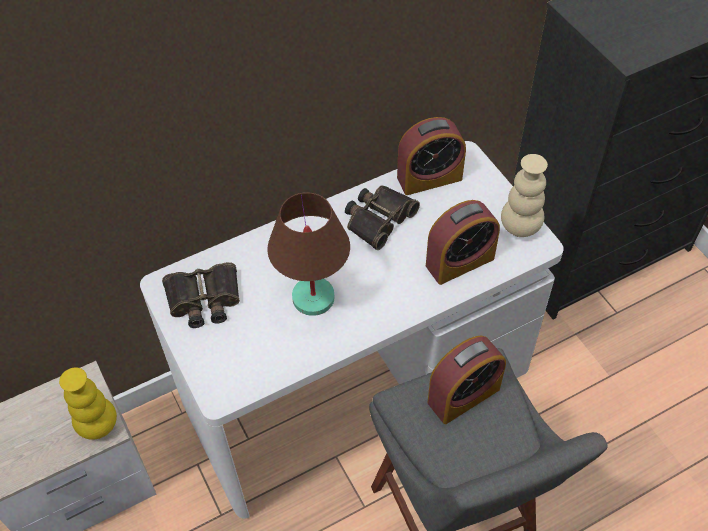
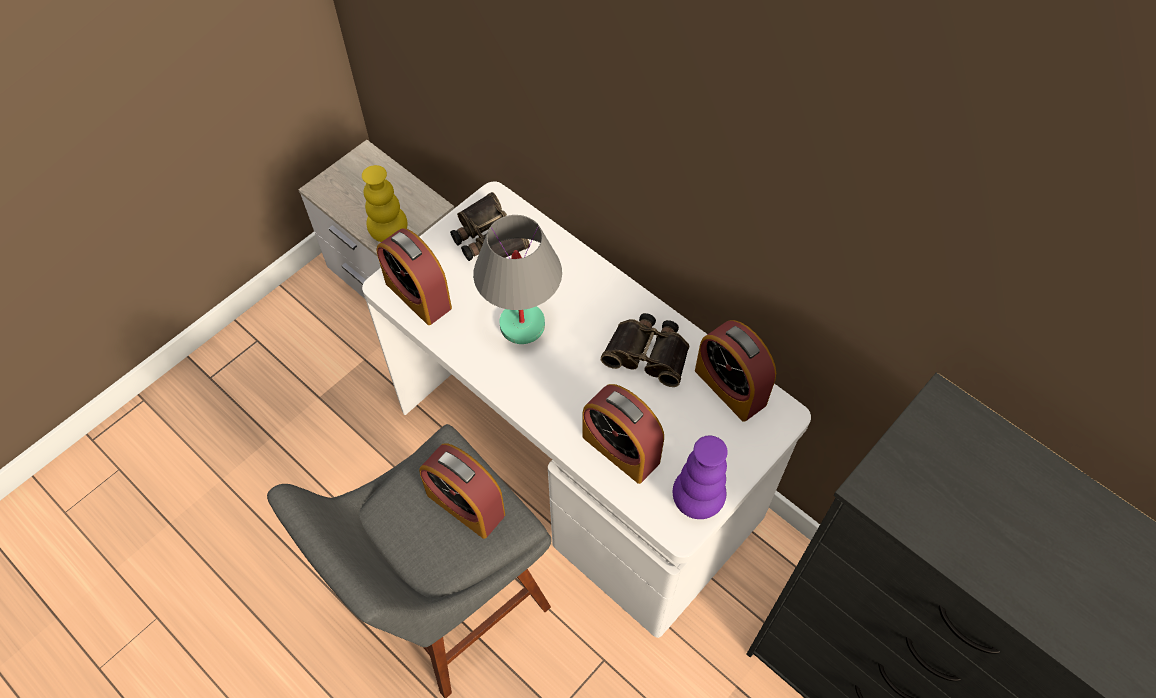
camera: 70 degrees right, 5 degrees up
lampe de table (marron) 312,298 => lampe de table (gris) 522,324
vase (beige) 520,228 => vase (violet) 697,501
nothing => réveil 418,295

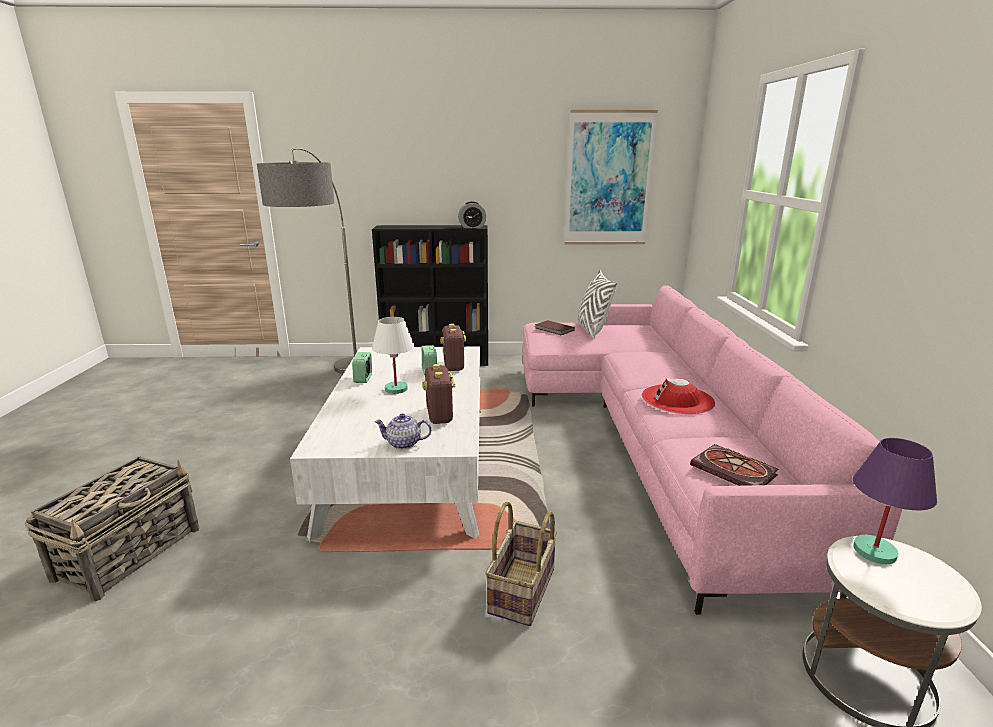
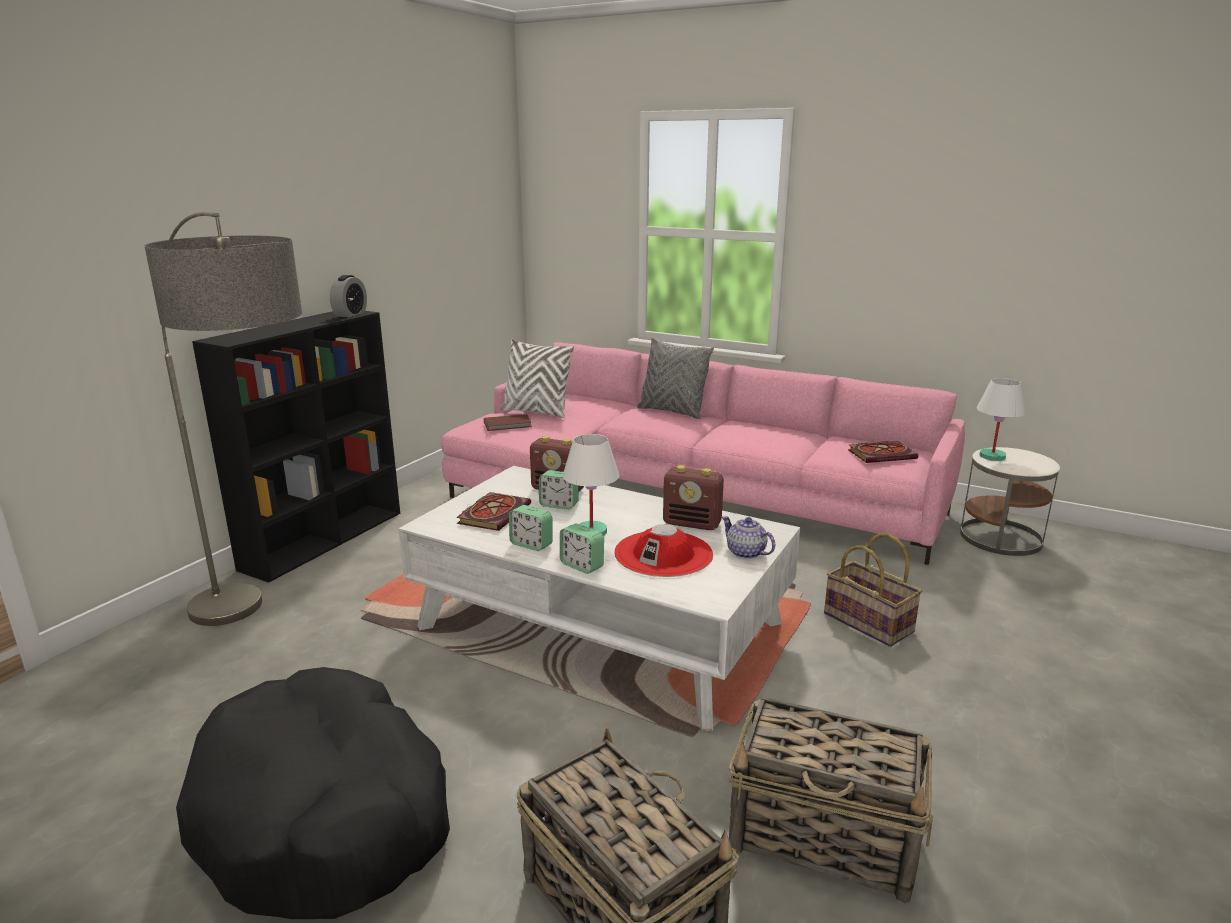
camera: 60 degrees left, 0 degrees up
théière 404,444 => théière 746,553, 105 degrees clockwise
tableau 608,179 => nothing
chapeau (rouge) 677,399 => chapeau (rouge) 663,554, shifted
lampe de table (violet) 874,551 => lampe de table (blanc) 991,456
nothing => panier pour chien (noir) 325,815
nothing => livre 494,513
nothing => réveil 582,565
nothing => coussin (gris) 672,411
nothing => panier 825,837

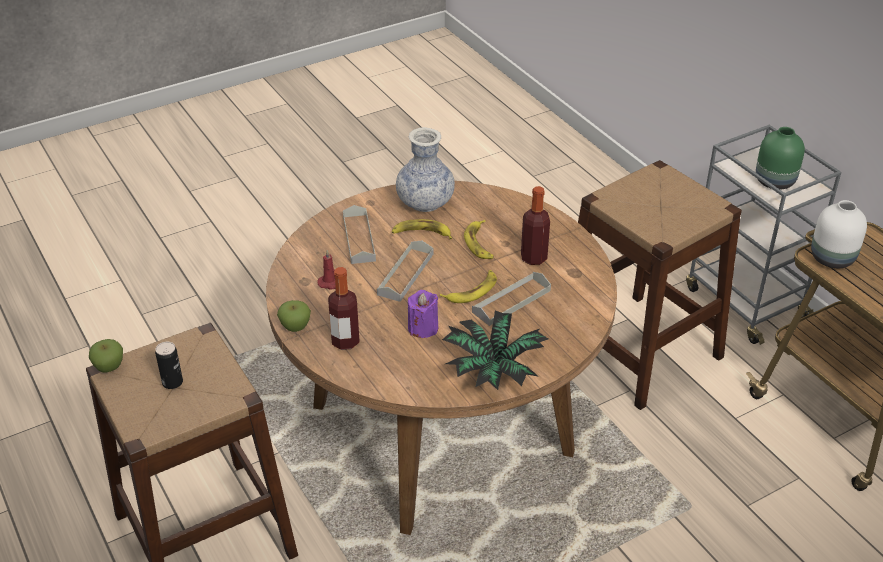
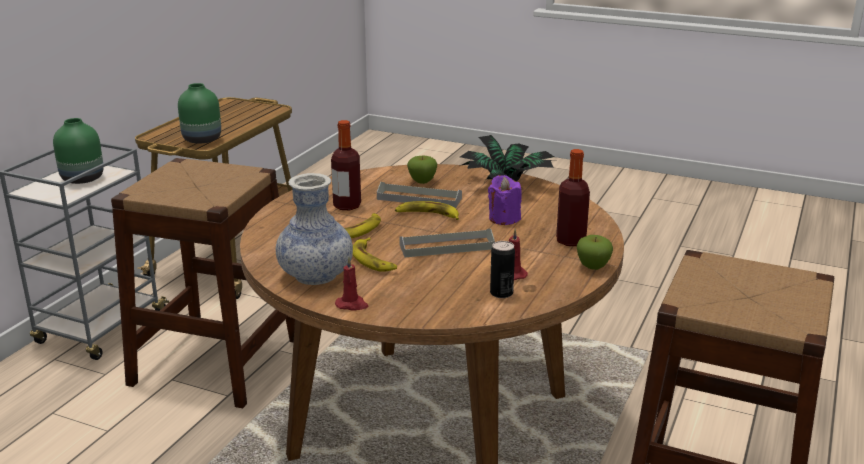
camera: 125 degrees left, 15 degrees down
pomme 109,367 => pomme 422,181, shifted
boîte métallique 172,382 => boîte métallique 501,293, shifted
plateau (gris) 359,238 => nothing
vase (blanc) 833,258 => vase (vert) 201,139
nothing => bougie (rouge) 352,305

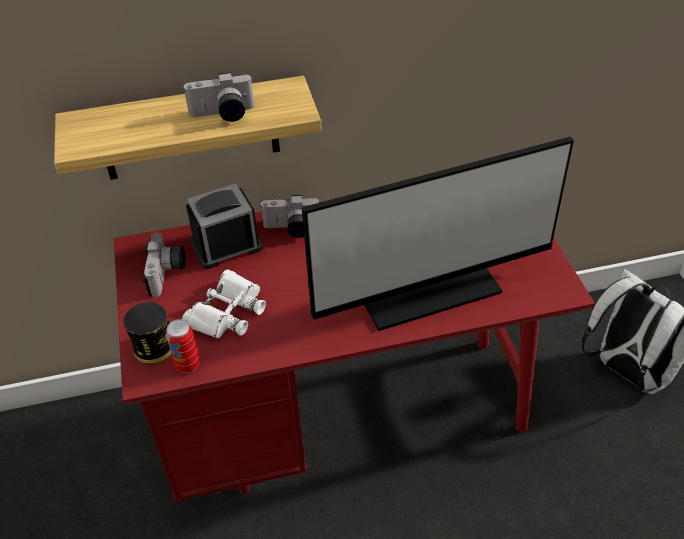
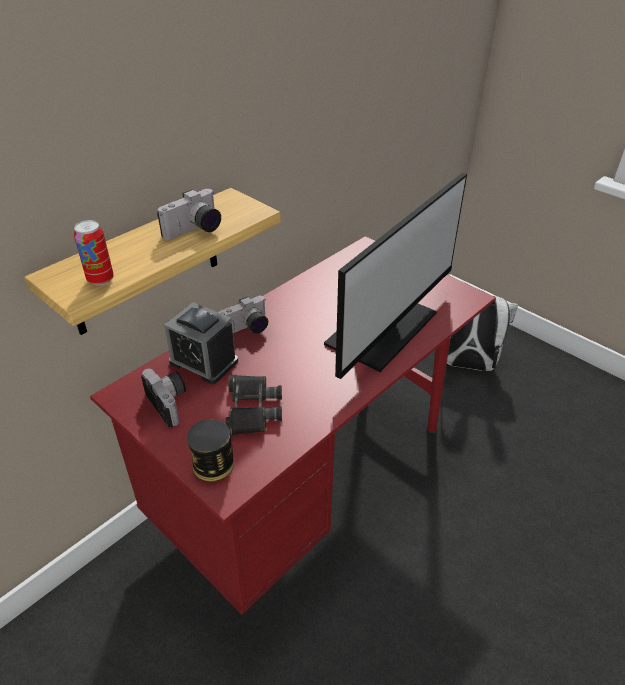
camera: 35 degrees left, 5 degrees down
boîte métallique 187,364 => boîte métallique 100,279, shifted
jumelles (blanc) 227,312 => jumelles (noir) 251,409
réveil 226,246 => réveil 203,362, 90 degrees counterclockwise

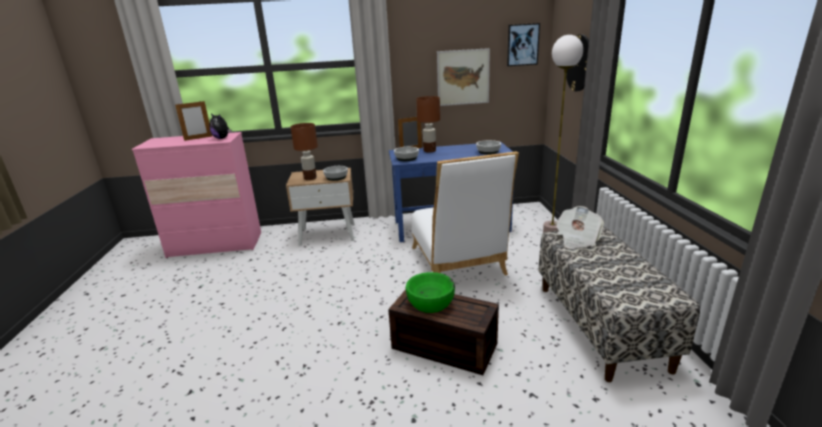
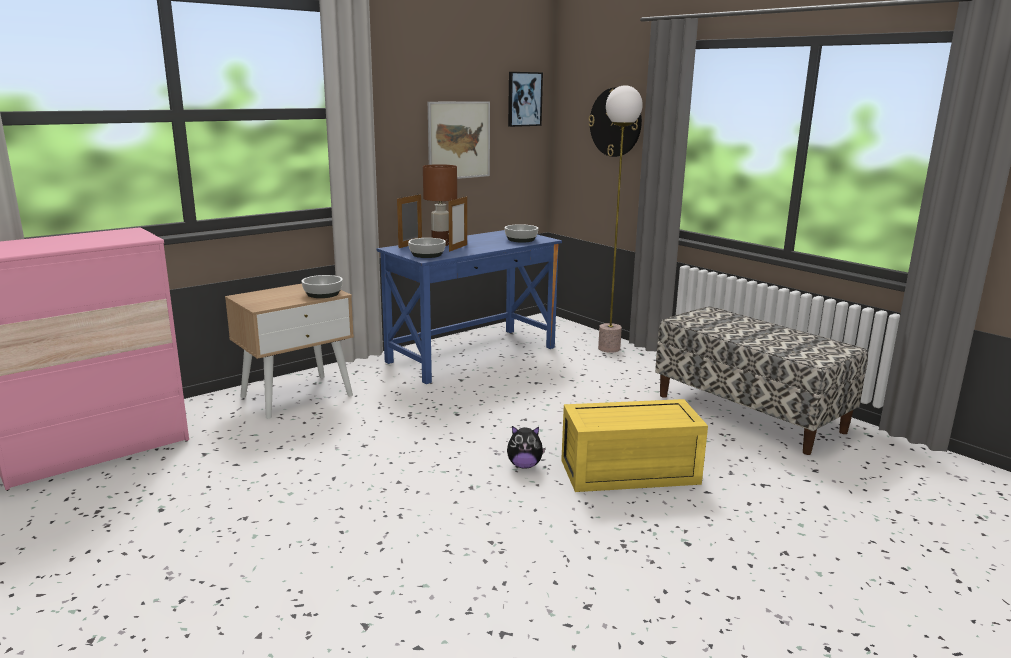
camera: 35 degrees left, 5 degrees down
cadre photo 198,138 => cadre photo 458,248, shifted
peluche 222,138 => peluche 524,465, shifted
lampe de table (marron) 310,178 => nothing
boîte de rangement (marron) 442,346 => boîte de rangement (jaune) 628,473
bol (vert) 430,302 => nothing
chaise (blanc) 459,264 => nothing
journal 577,239 => nothing

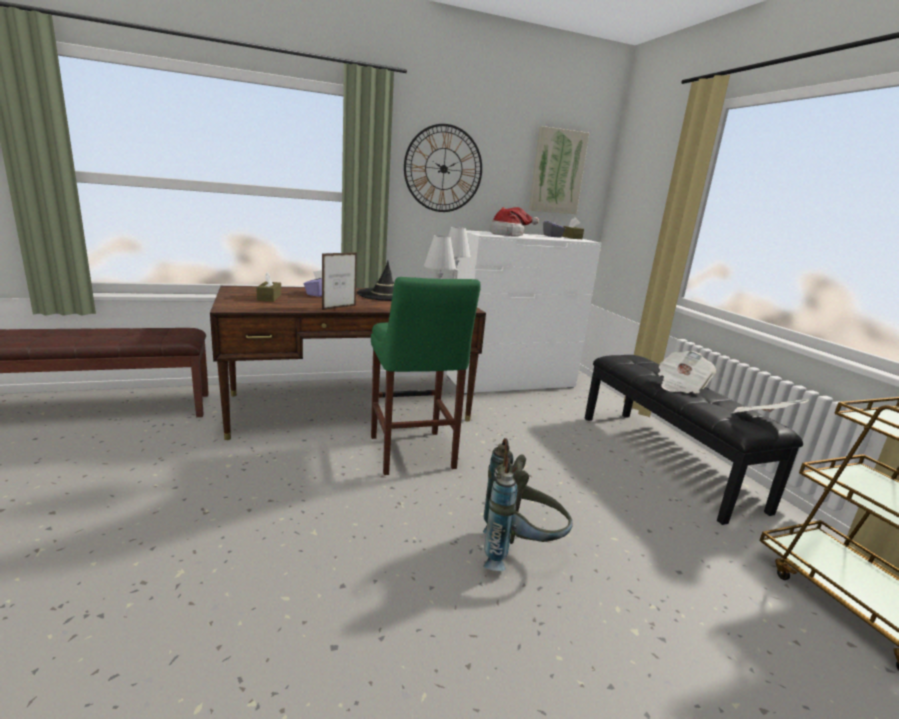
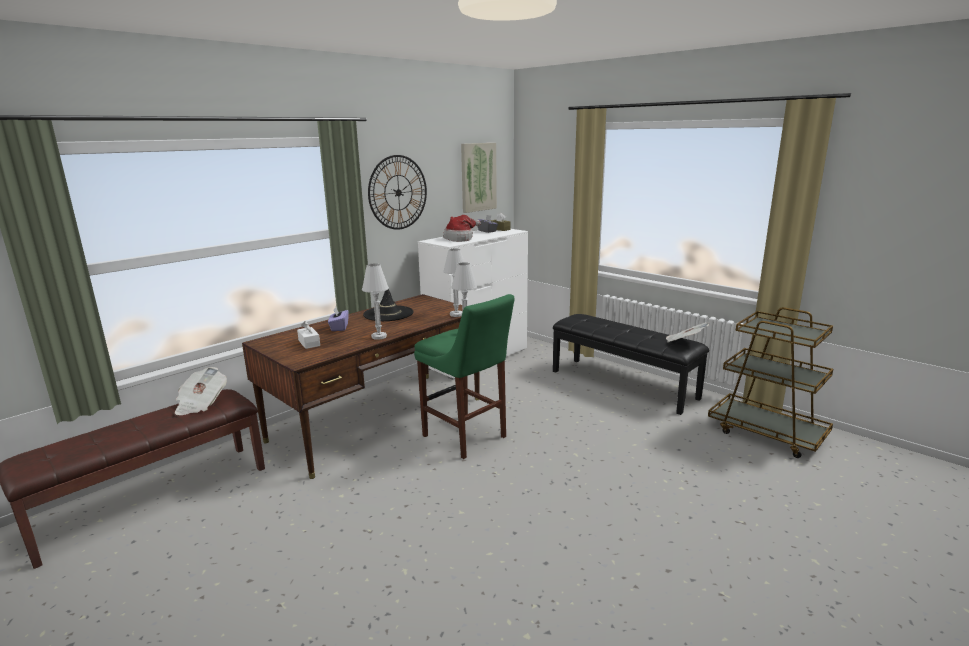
camera: 25 degrees left, 0 degrees up
boîte à mouchoirs (marron) 269,298 => boîte à mouchoirs (blanc) 309,343
cadre photo 339,307 => lampe de table (blanc) 379,336
sac à dos (gris) 519,552 => nothing
journal 680,386 => journal 201,404, shifted

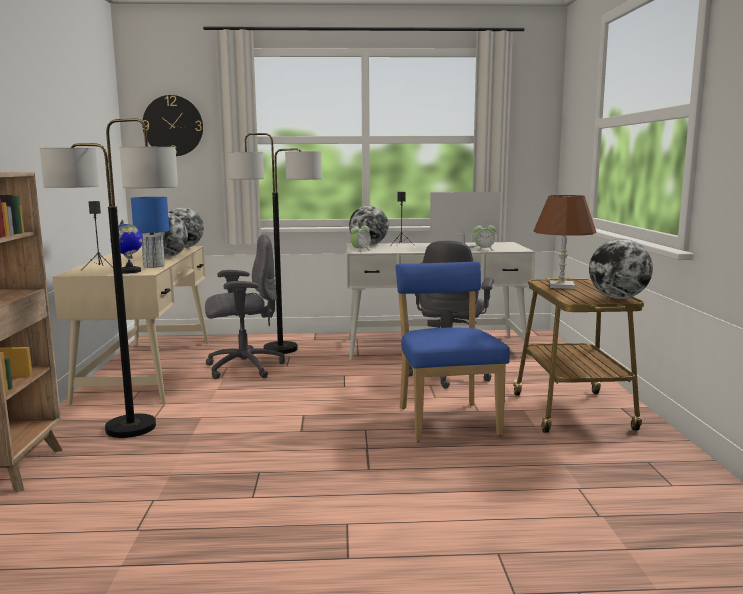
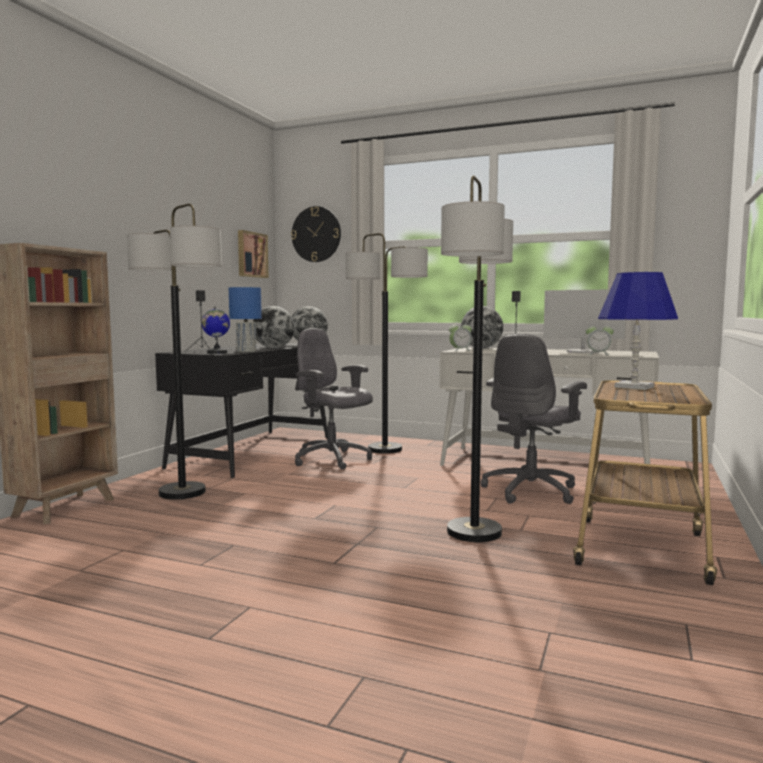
camera: 25 degrees right, 5 degrees down
bureau (beige) 148,369 => bureau (noir) 255,451
chaise de bureau (gris) 243,368 => chaise de bureau (gris) 332,460, 150 degrees counterclockwise
chaise (bleu) 446,419 => lampadaire 474,532
lampe de table (marron) 561,286 => lampe de table (bleu) 634,387
globe 618,298 => nothing
nothing => tableau 251,255

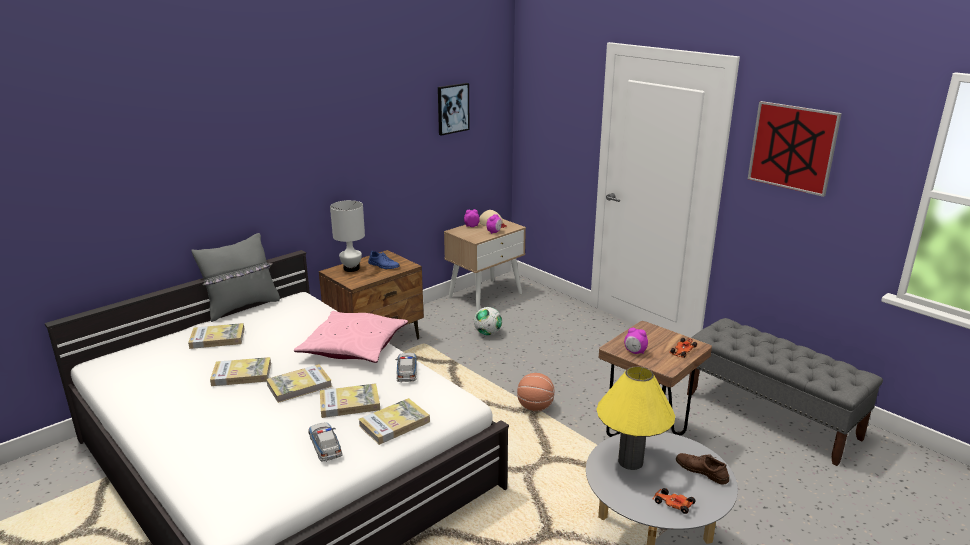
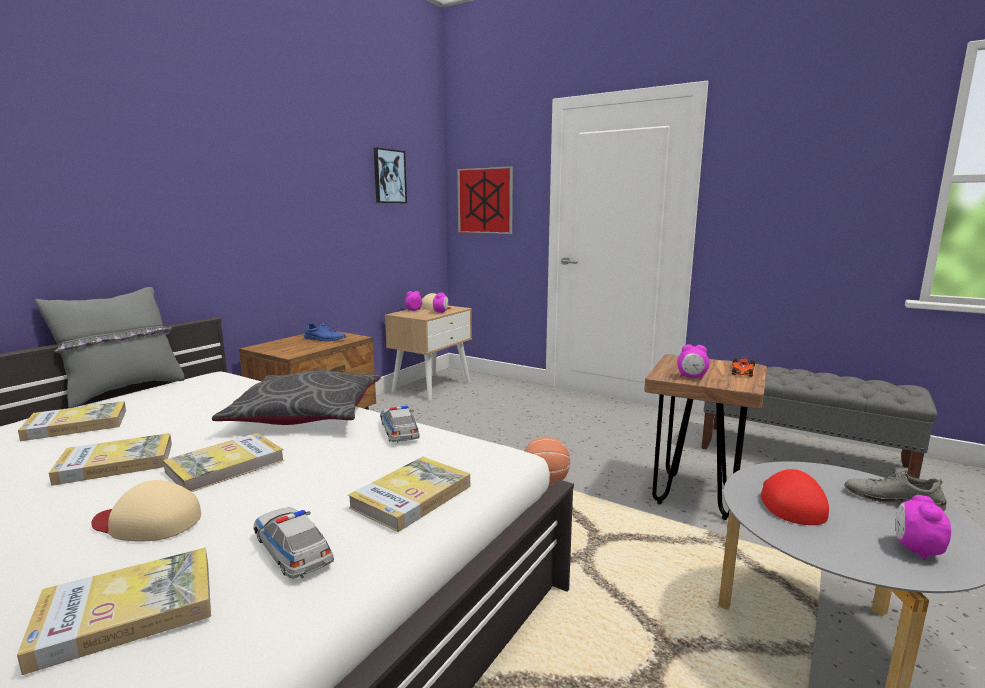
camera: 15 degrees left, 10 degrees down
coussin (rose) 354,347 => coussin (gris) 307,413
livre 349,403 => livre 127,611, shifted
lampe de table (blanc) 351,268 => nothing
ballon de foot 488,333 => nothing
lampe de table (jaune) 630,461 => casquette (rouge) 790,502
petite voiture 672,504 => réveil 916,550
chaussure (marron) 701,471 => chaussure (gris) 892,499
tableau 792,147 => tableau 485,200, shifted
nothing => casquette (beige) 148,522

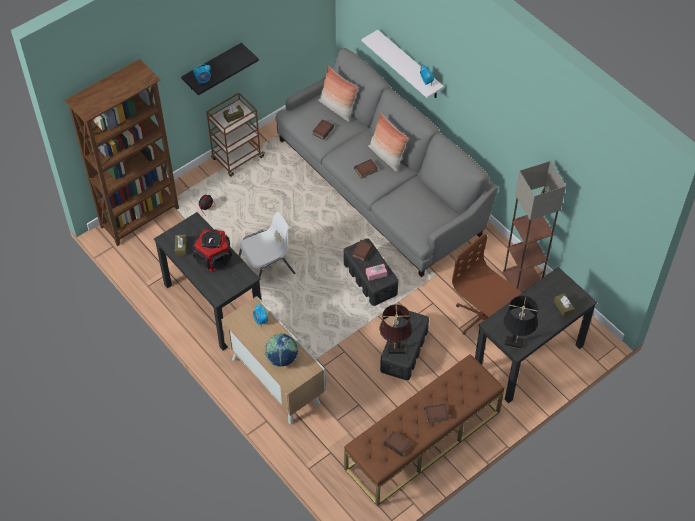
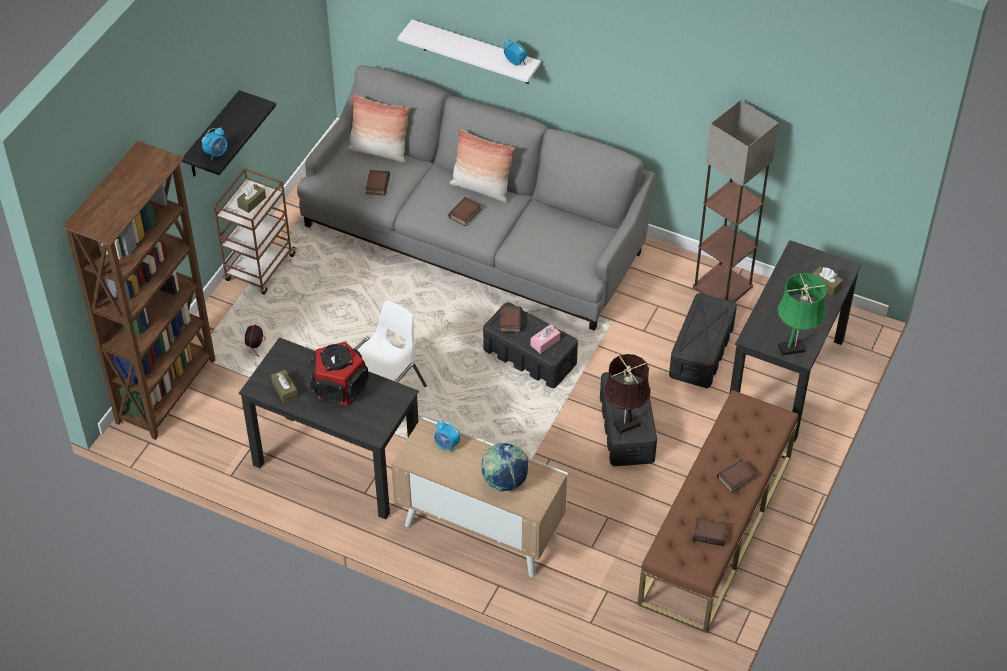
camera: 25 degrees left, 5 degrees down
chaise de bureau (marron) 483,317 => boîte de rangement (noir) 701,351
lampe de table (noir) 516,343 => lampe de table (vert) 794,348

